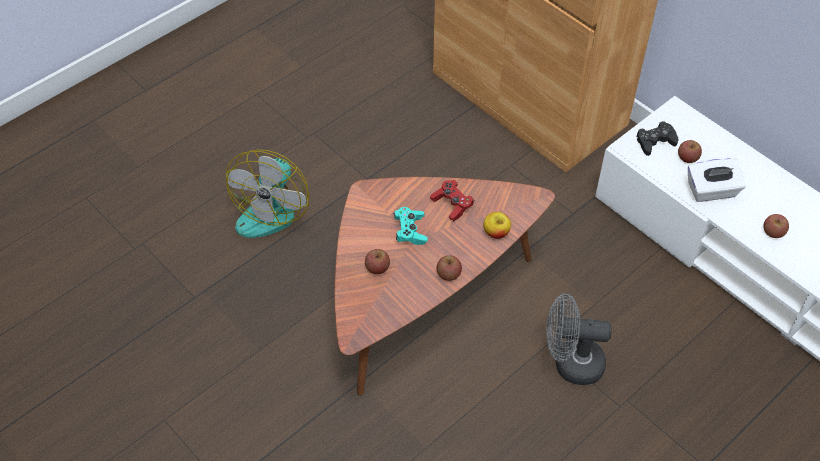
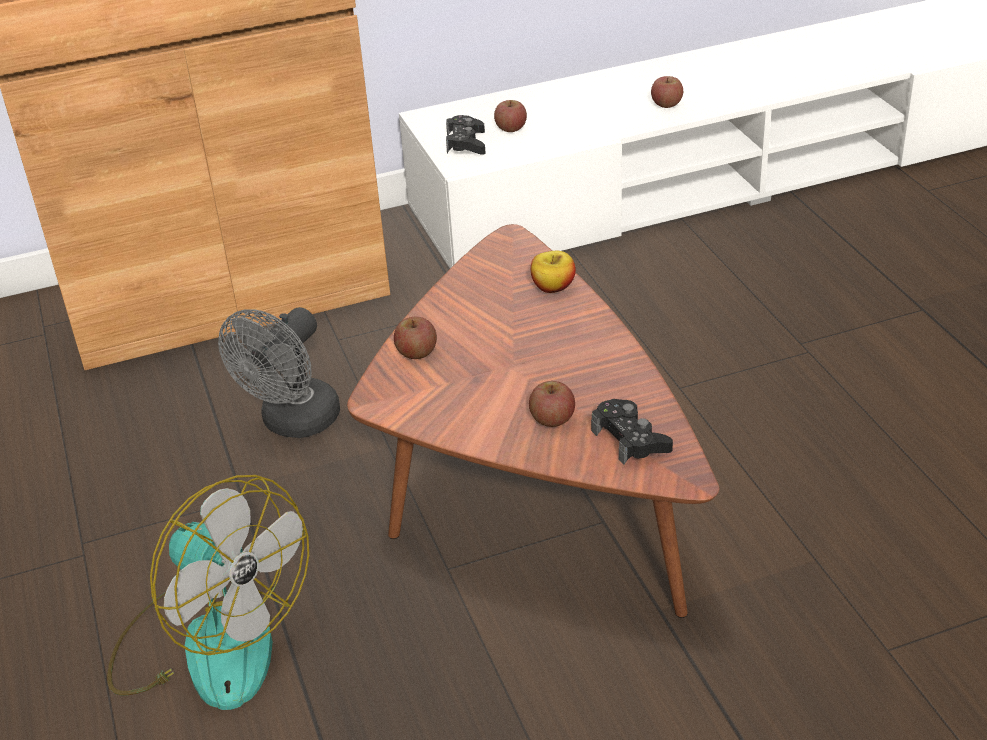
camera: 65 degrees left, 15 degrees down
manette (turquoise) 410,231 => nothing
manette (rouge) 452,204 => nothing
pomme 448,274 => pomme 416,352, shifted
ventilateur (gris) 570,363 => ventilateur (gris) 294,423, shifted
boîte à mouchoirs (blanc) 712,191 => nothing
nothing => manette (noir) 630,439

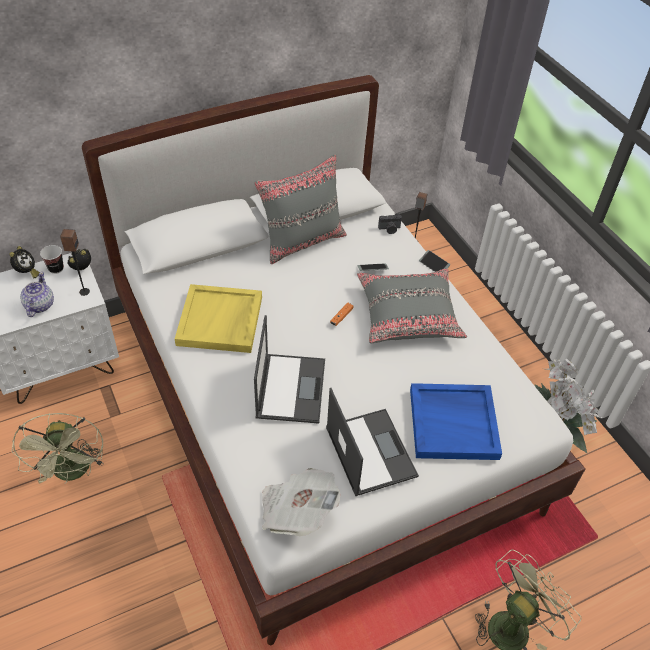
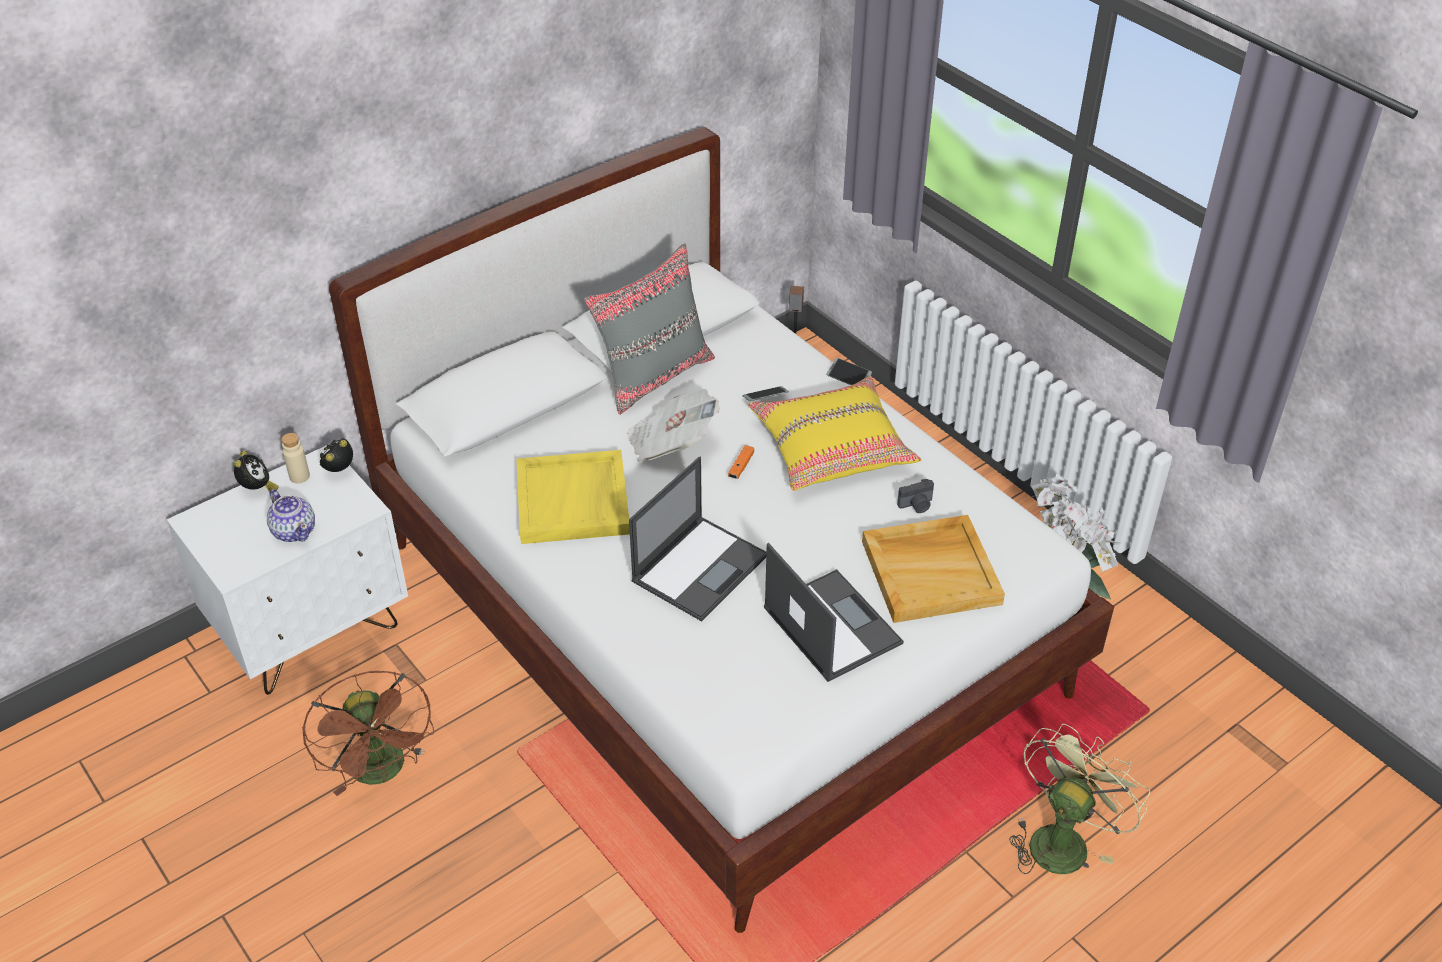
camera: 10 degrees left, 5 degrees down
ventilateur (vert) 73,473 => ventilateur (marron) 383,772
théière 39,305 => théière 294,530, 150 degrees clockwise
tasse 56,268 => bouteille (beige) 299,476
enceinte 84,291 => nothing
ordinateur portable 290,387 => ordinateur portable 700,567, 45 degrees clockwise
journal 297,511 => journal 671,443, shifted
coussin (gris) 408,314 => coussin (jaune) 832,447
appareil photo 389,229 => appareil photo 916,505, shifted
plateau (bleu) 454,423 => plateau (beige) 931,571

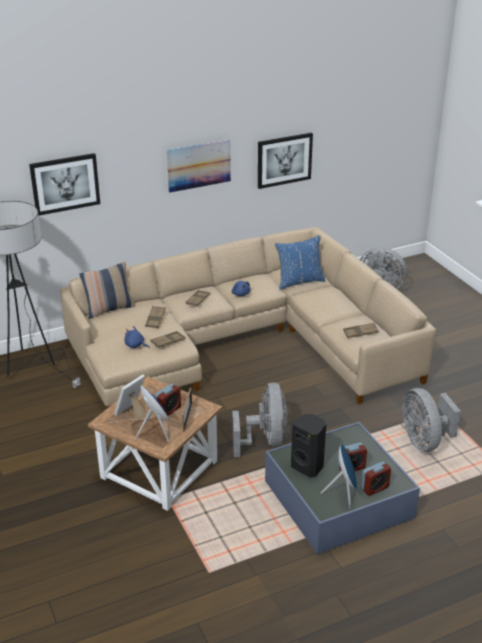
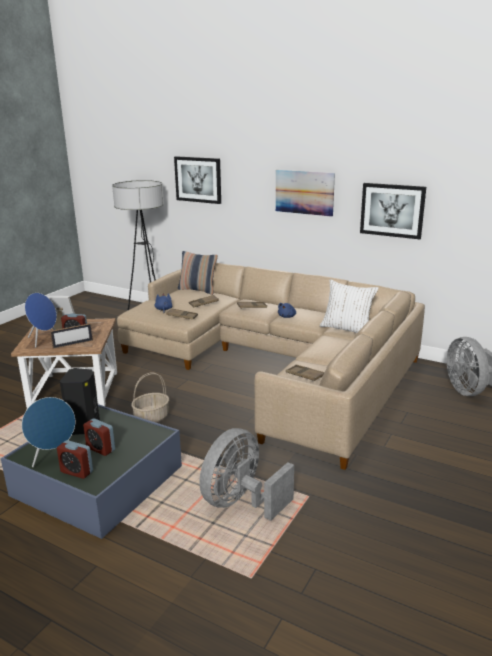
camera: 55 degrees right, 10 degrees down
ventilateur (gris) 265,440 => panier 152,417
coussin (bleu) 299,282 => coussin (blanc) 347,329

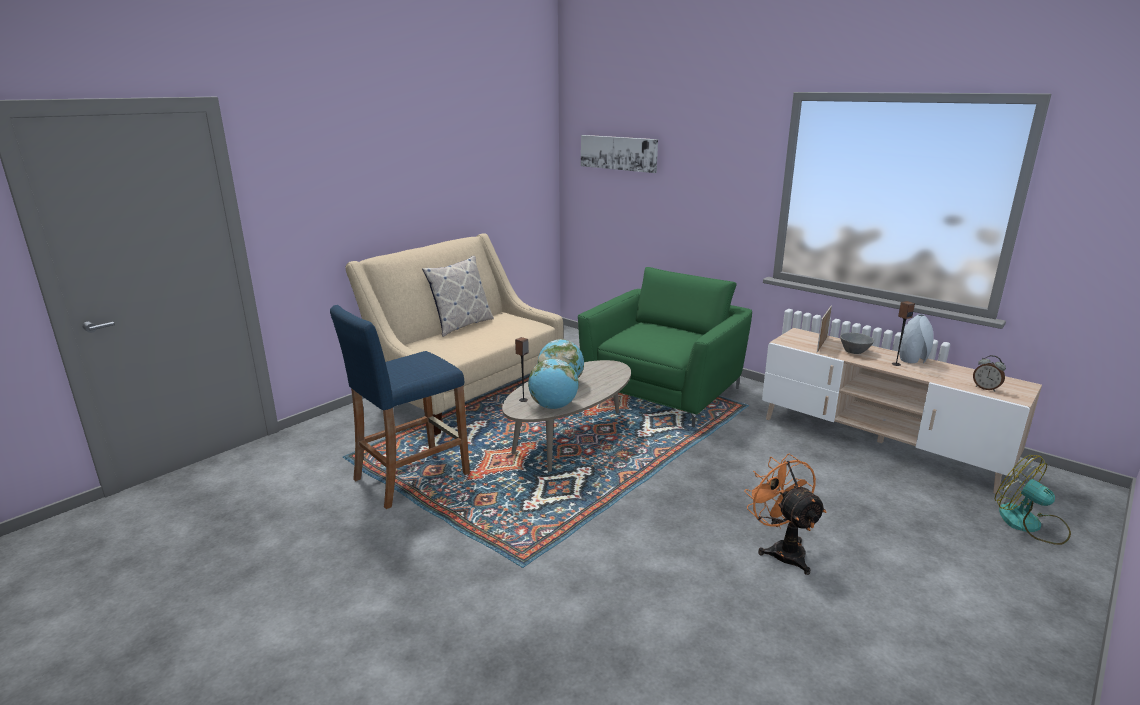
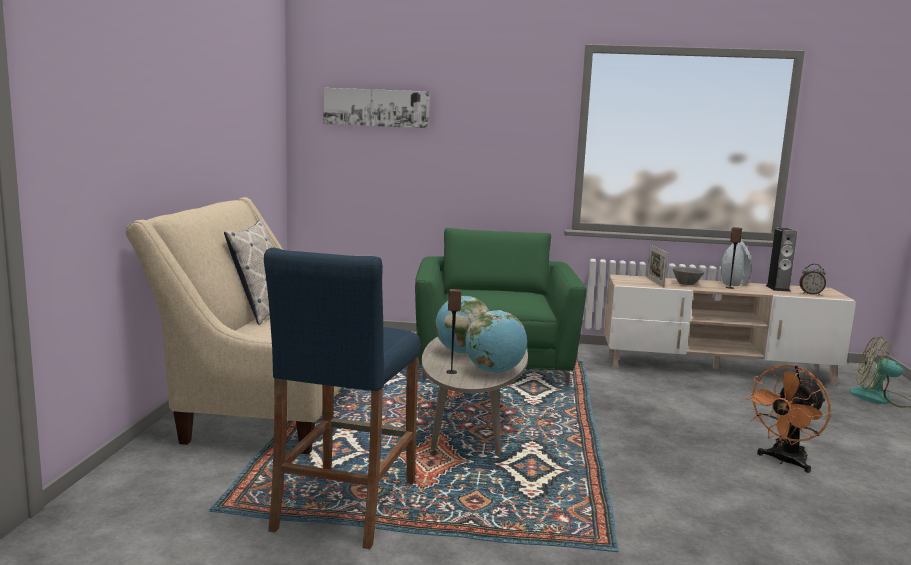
camera: 35 degrees left, 10 degrees down
ventilateur (orange) 782,550 => ventilateur (orange) 784,461, 75 degrees counterclockwise
nothing => enceinte 777,288

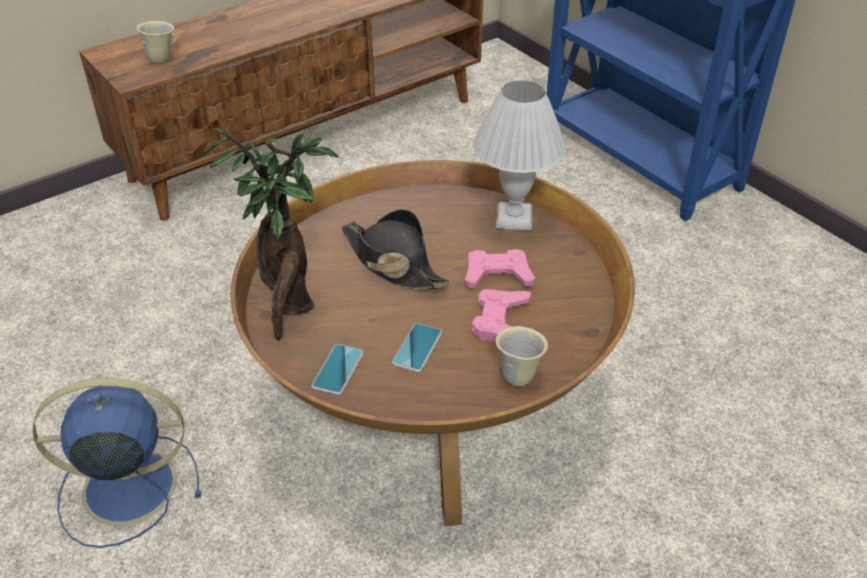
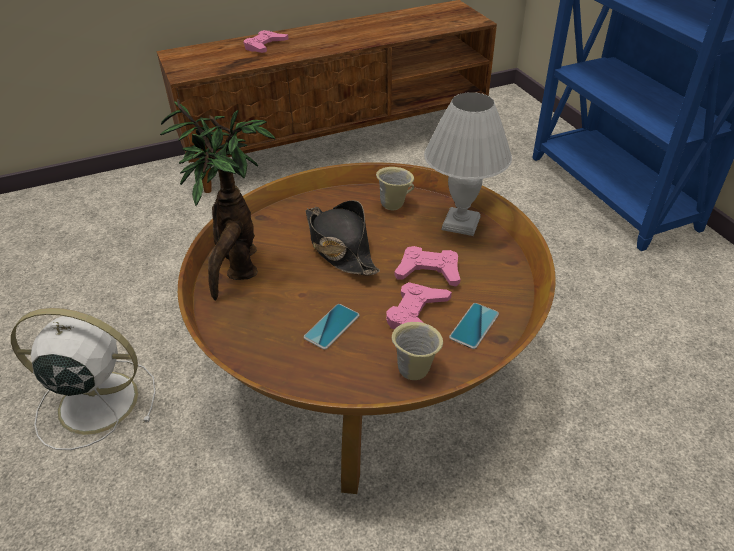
camera: 15 degrees right, 0 degrees up
ventilateur (bleu) 125,488 => ventilateur (blanc) 94,402
mug (beige) 162,59 => mug (beige) 394,205, shifted
téléphone 338,370 => téléphone 474,326, shifted
nothing => manette (rose) 265,46

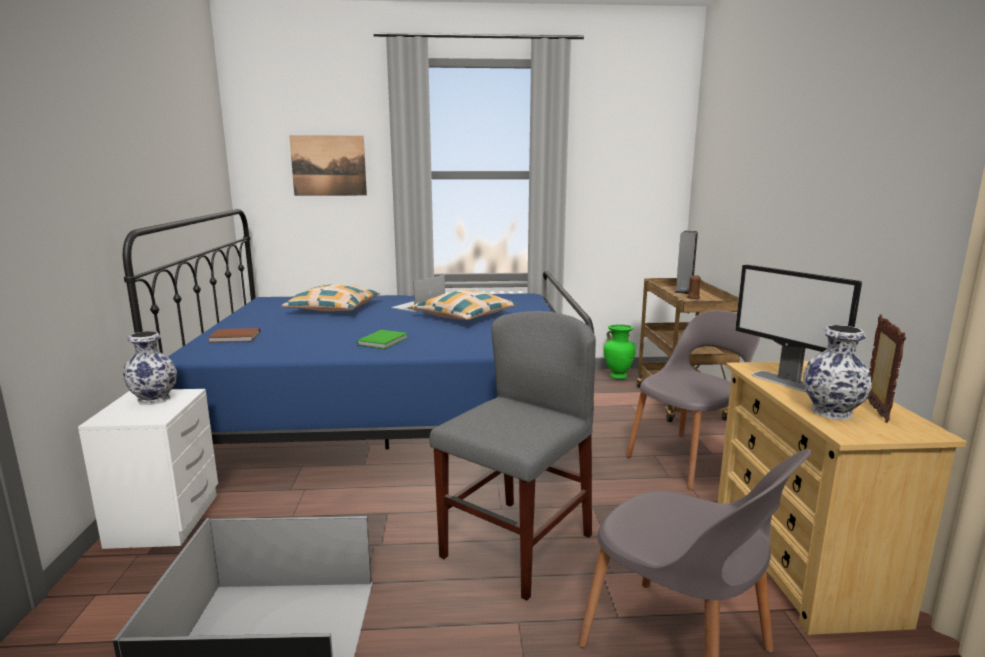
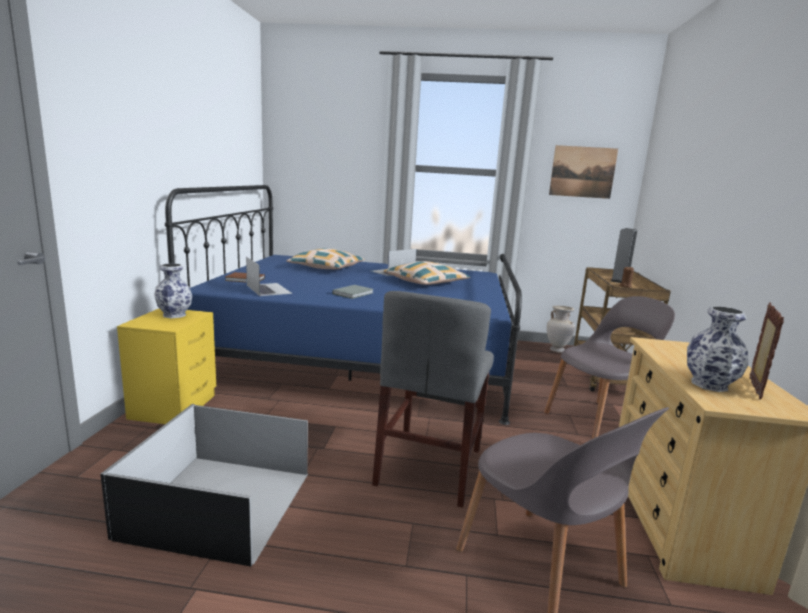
camera: 10 degrees right, 0 degrees up
table de chevet (blanc) 167,519 => table de chevet (jaune) 175,406
tableau 328,166 => tableau 582,172, shifted
livre (vert) 384,341 => livre (gris) 354,293
chaise (gris) 517,546 => chaise (gris) 429,466, 150 degrees clockwise
vase (vert) 618,377 => vase (beige) 557,350
écran d'ordinateur 784,381 => nothing
nothing => ordinateur portable 268,289

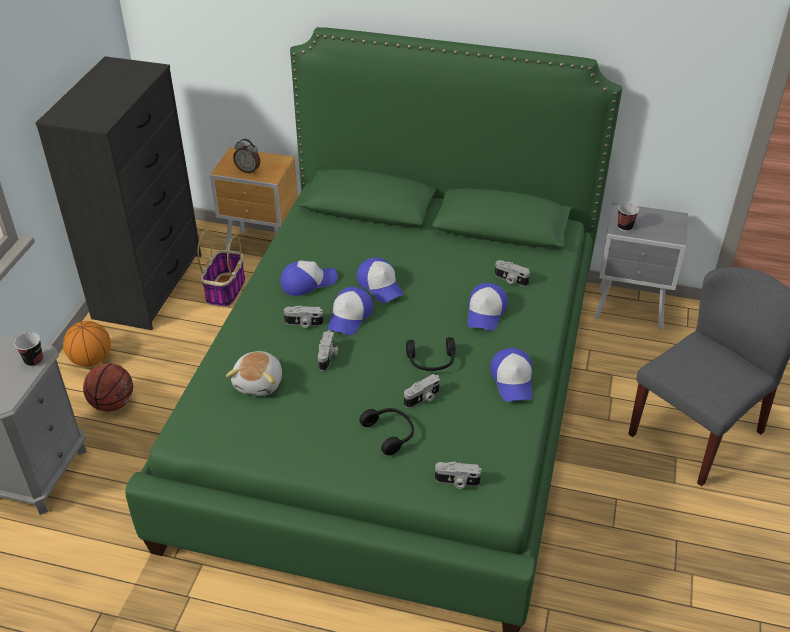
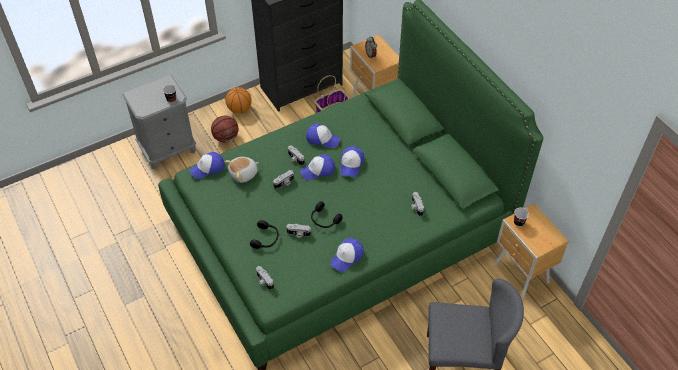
camera: 45 degrees right, 10 degrees up
casquette 486,312 => casquette 208,168, shifted
table de chevet (gris) 631,310 => table de chevet (marron) 521,274

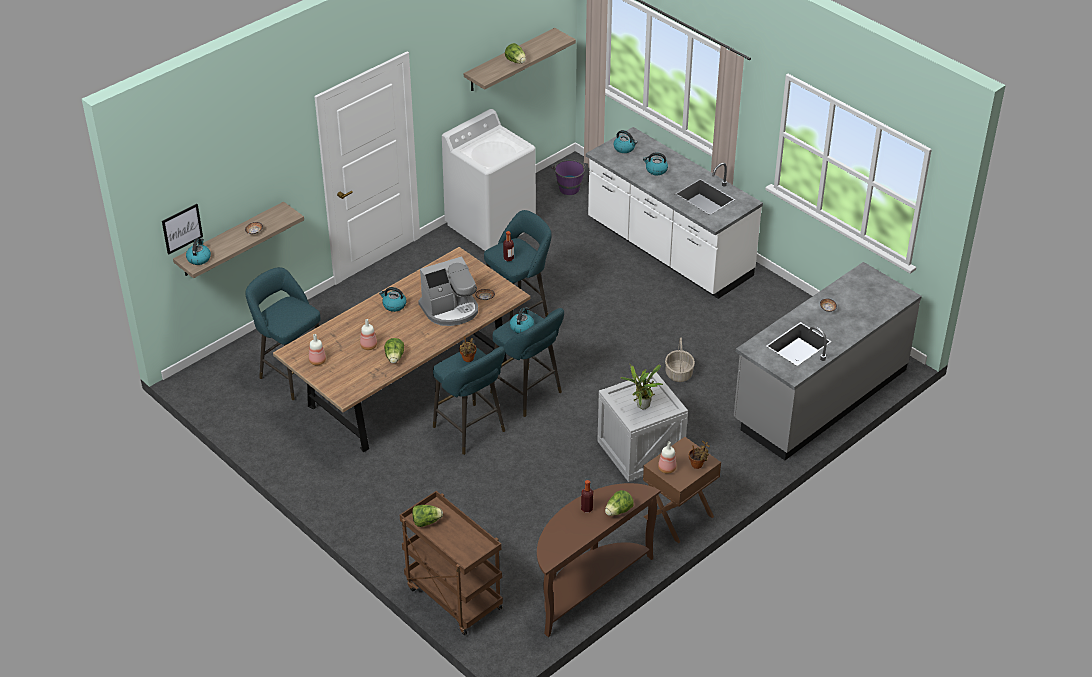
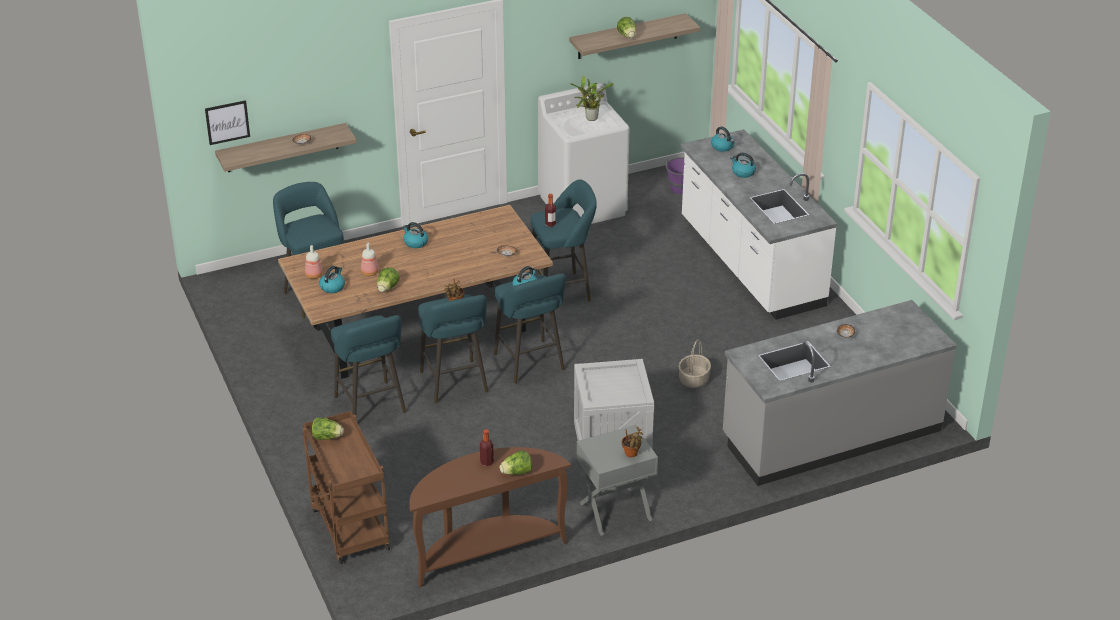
camera: 20 degrees right, 5 degrees down
bouilloire 199,258 => bouilloire 332,287, shifted
machine à café 450,309 => nothing
plante en pot 642,407 => plante en pot 590,119, shifted
table de chevet (marron) 679,517 => table de chevet (gris) 616,511
bouteille 666,469 => nothing
nothing => tabouret (turquoise) 371,407

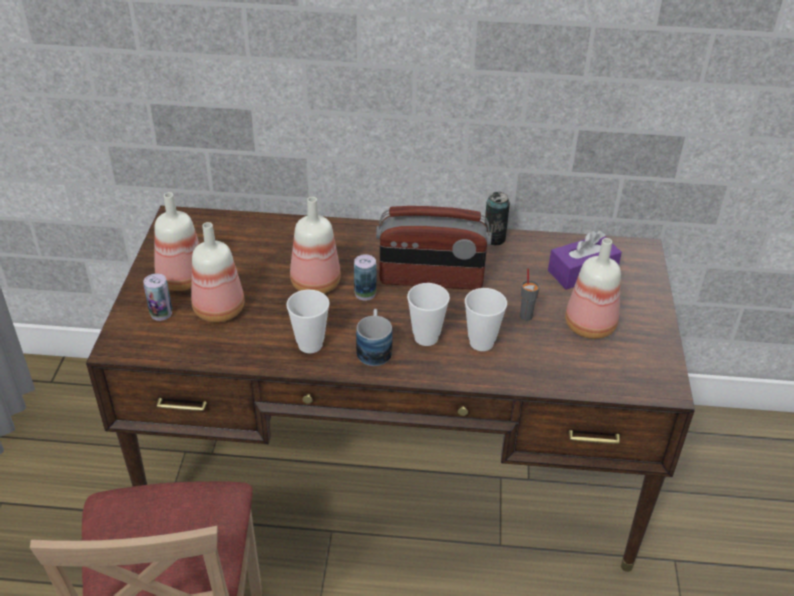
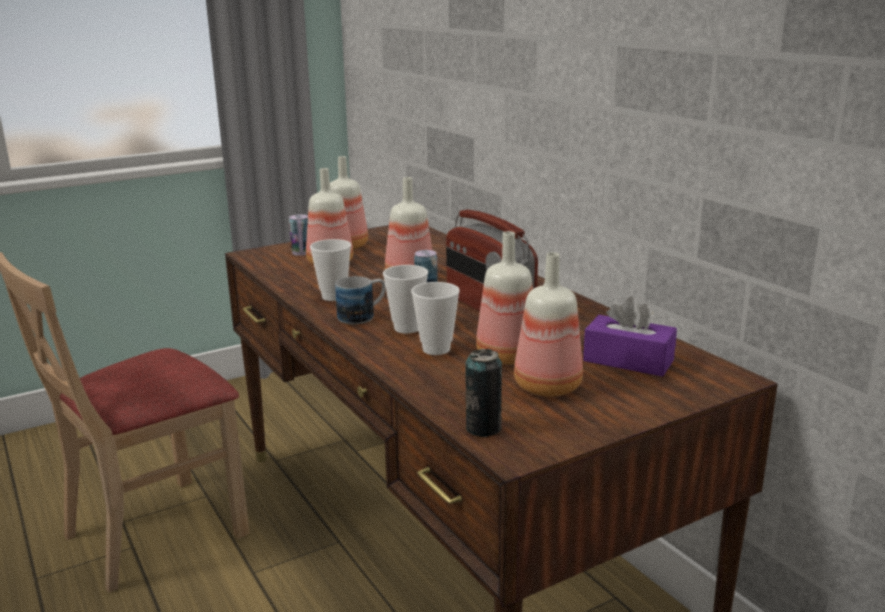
camera: 55 degrees right, 20 degrees down
boîte métallique 494,238 => boîte métallique 483,428, shifted
tasse (gris) 526,316 => bouteille 508,356

